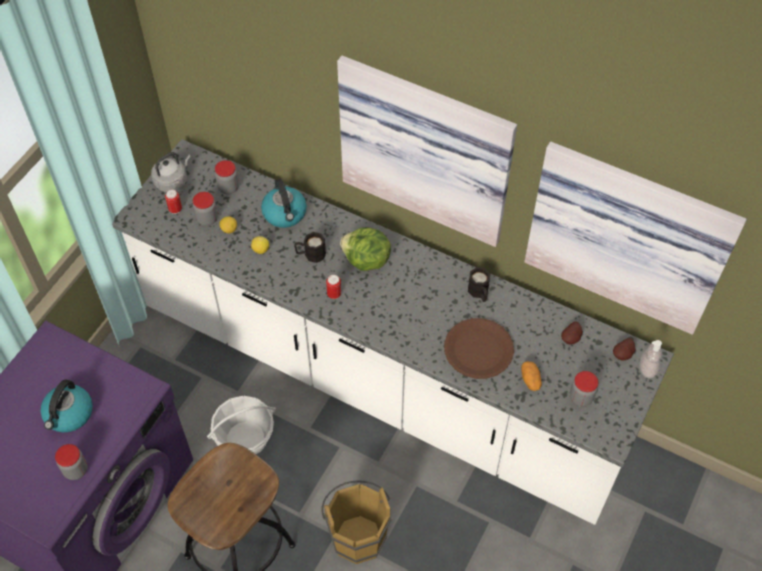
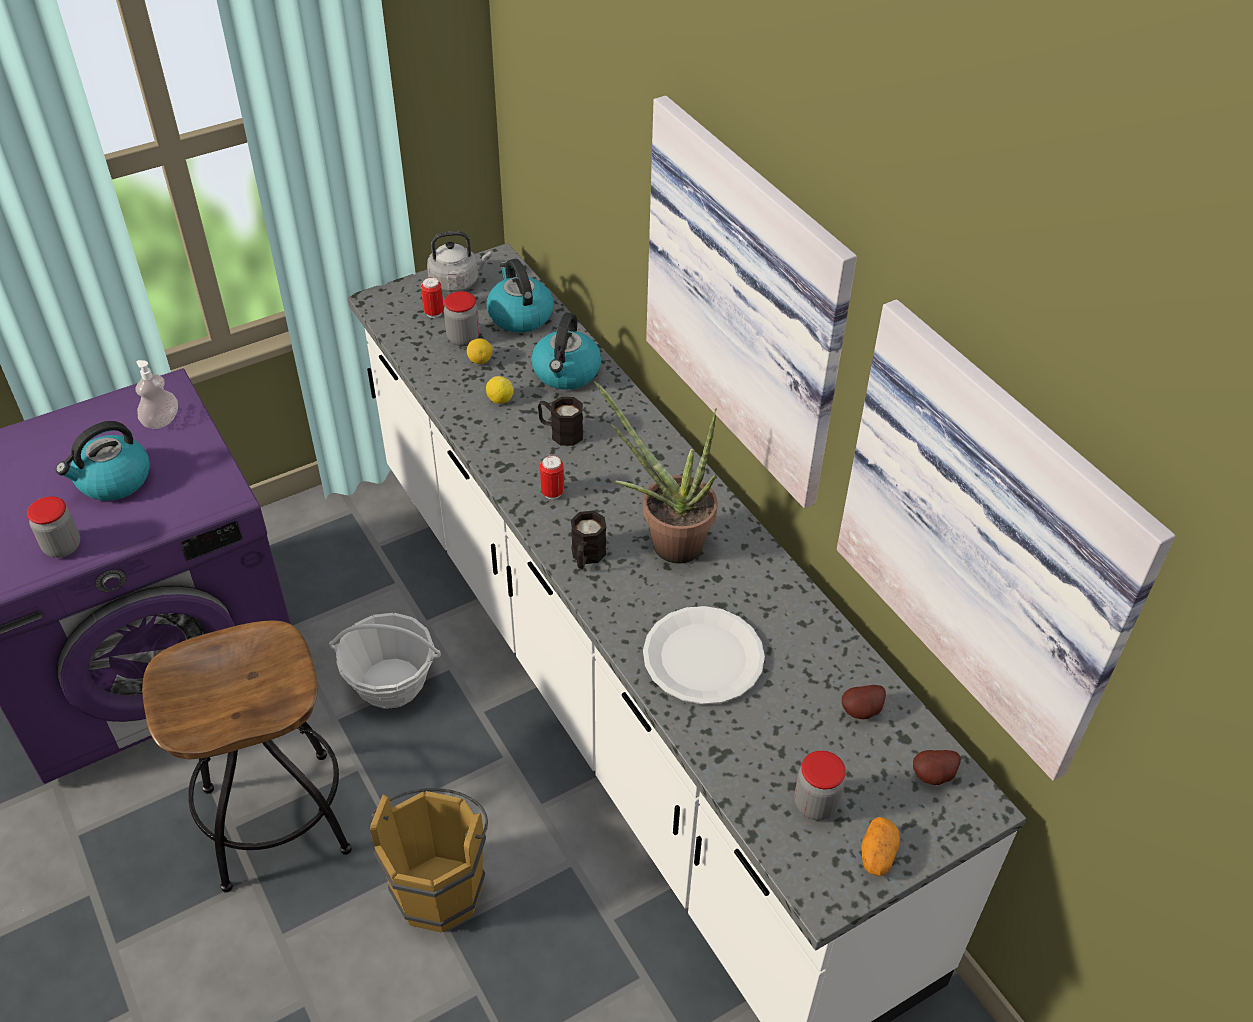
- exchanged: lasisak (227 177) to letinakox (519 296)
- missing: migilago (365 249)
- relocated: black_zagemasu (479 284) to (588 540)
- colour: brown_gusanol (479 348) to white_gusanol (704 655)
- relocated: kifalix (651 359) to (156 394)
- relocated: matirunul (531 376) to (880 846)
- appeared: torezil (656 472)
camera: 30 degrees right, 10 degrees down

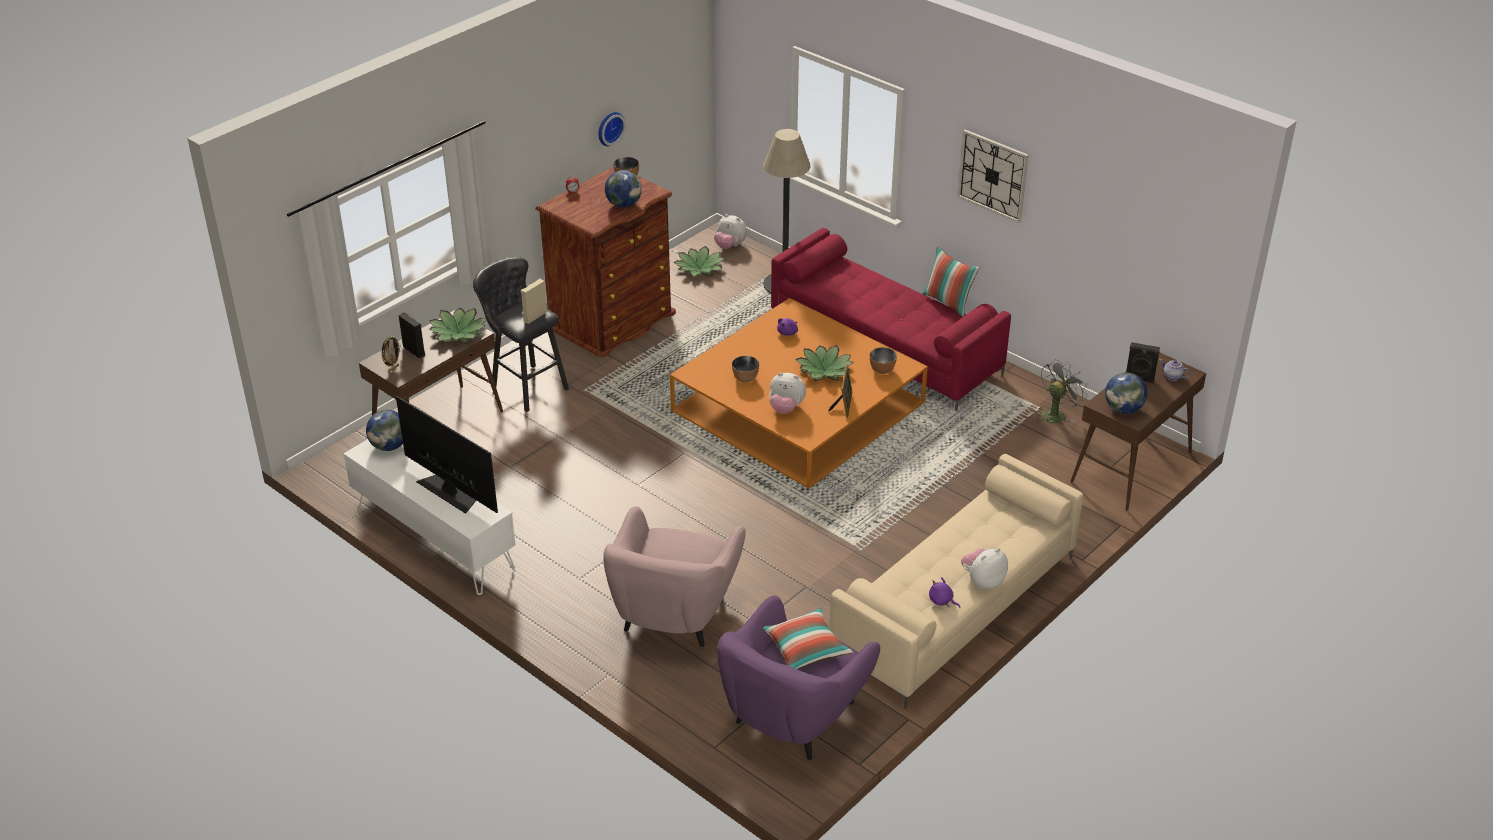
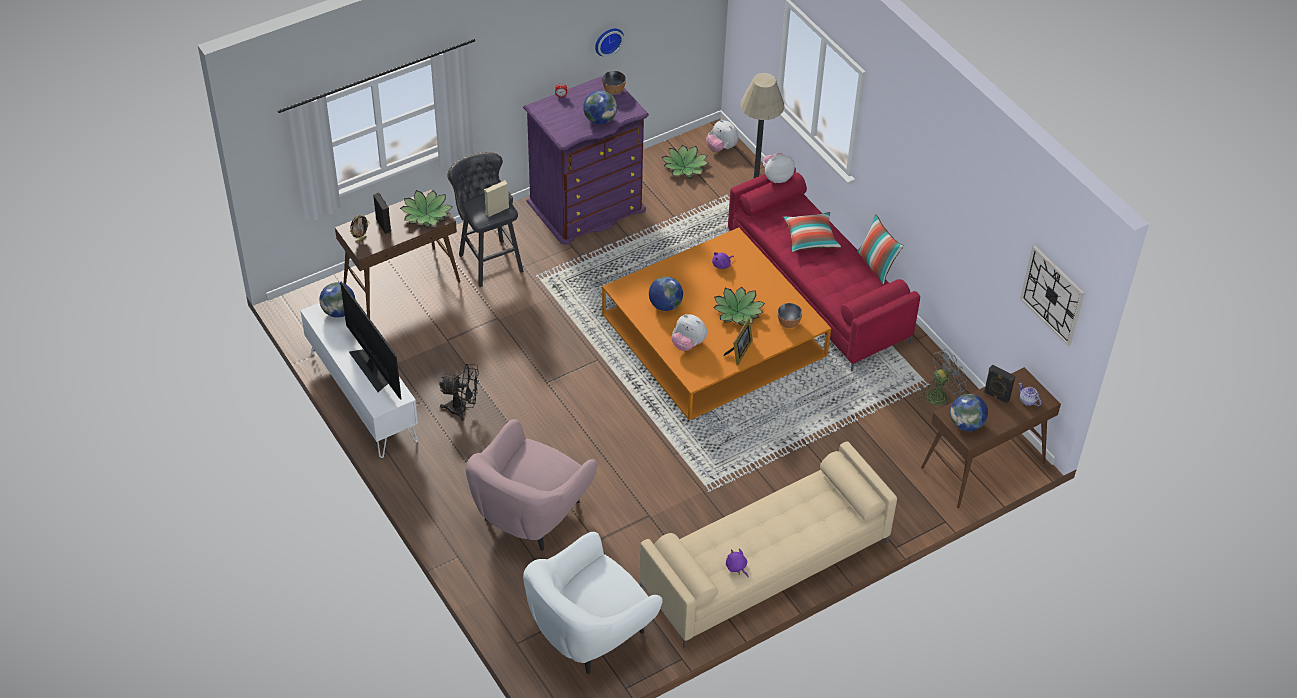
- relocated: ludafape (992 176) to (1052 296)
- colour: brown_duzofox (605 261) to purple_duzofox (586 160)
- exchanged: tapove (745 369) to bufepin (666 294)
- relocated: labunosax (984 568) to (779 168)
- colour: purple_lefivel (798 678) to white_lefivel (593 603)
- relocated: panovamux (807 638) to (812 232)
- appeared: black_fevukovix (459 392)
camera: 15 degrees right, 10 degrees up

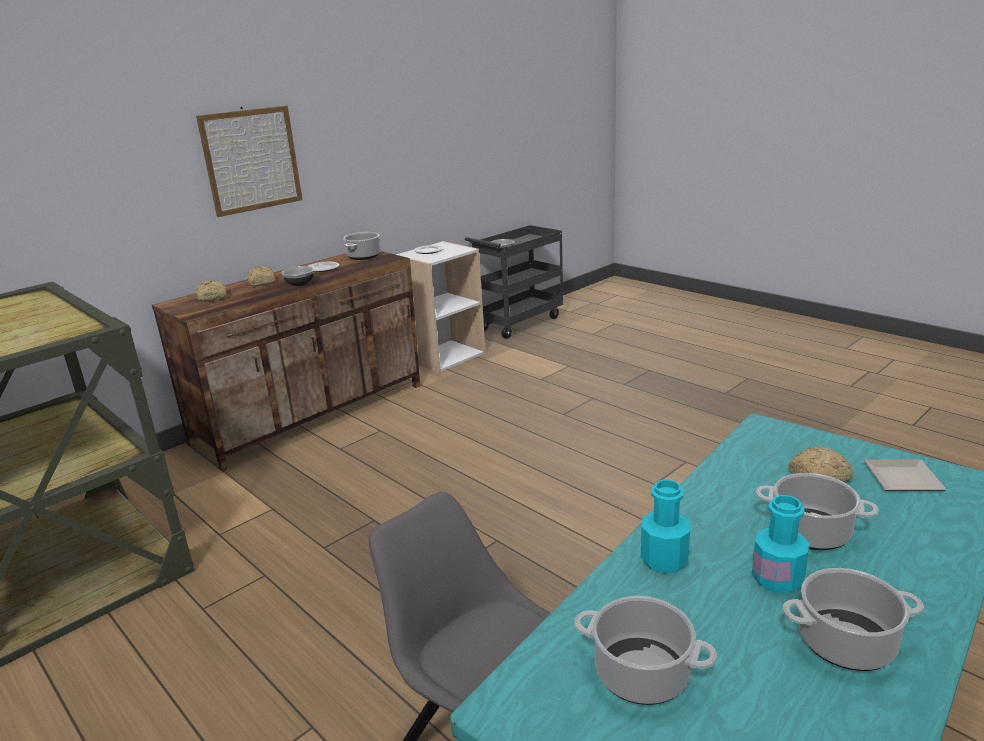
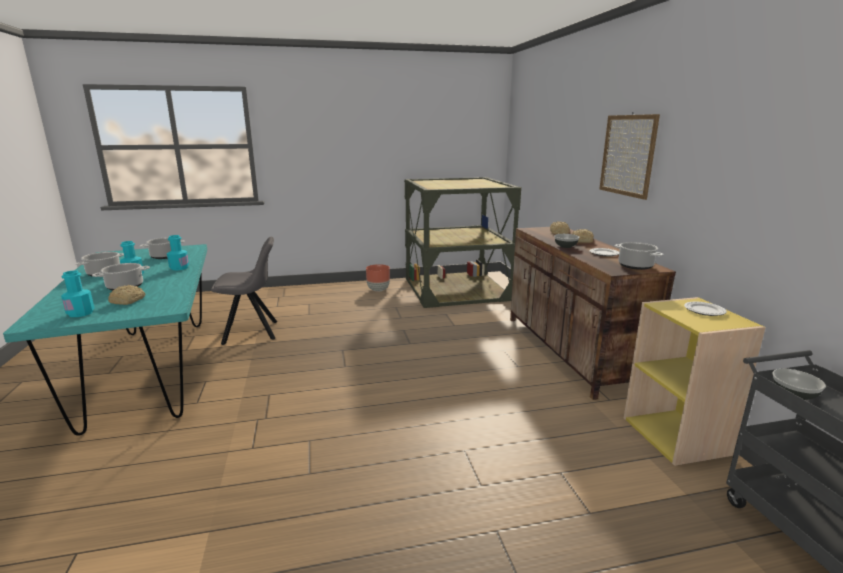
- colour: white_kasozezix (441 307) to yellow_kasozezix (695 381)
- exchanged: gusanol (905 475) to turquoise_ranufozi (77 294)
- appeared: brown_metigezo (378 278)
camera: 120 degrees right, 5 degrees down

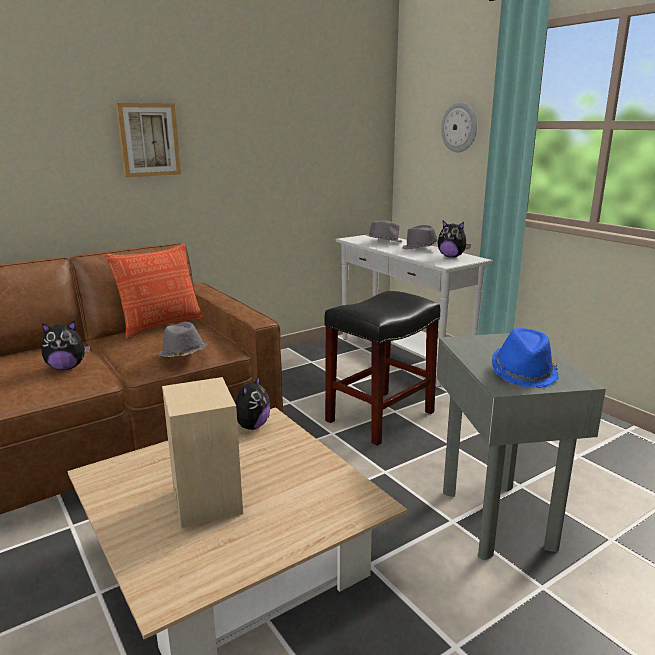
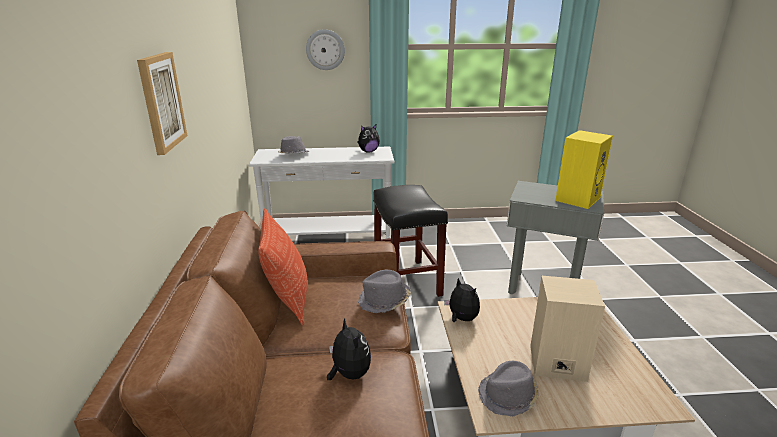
- relocated: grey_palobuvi (420 237) to (508 388)
- spun: labunosax (66 345) = (349 349) 45 degrees counterclockwise
- exchanged: blue_palobuvi (525 358) to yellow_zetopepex (584 169)
camera: 60 degrees left, 5 degrees up

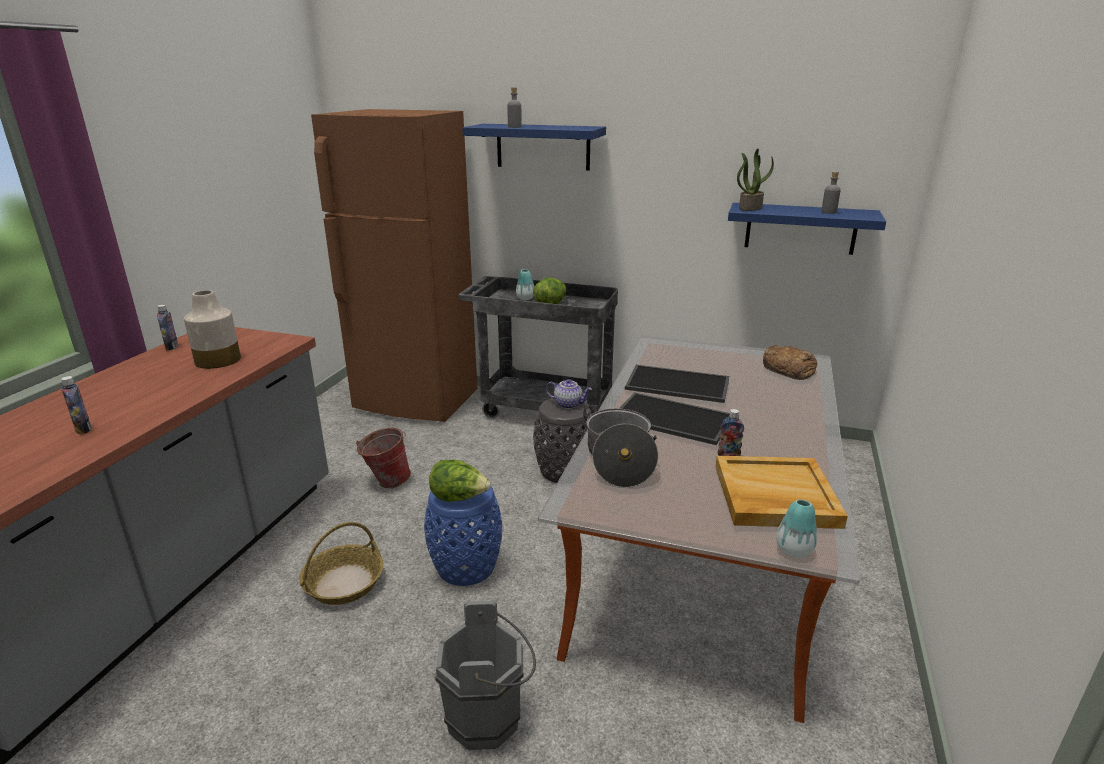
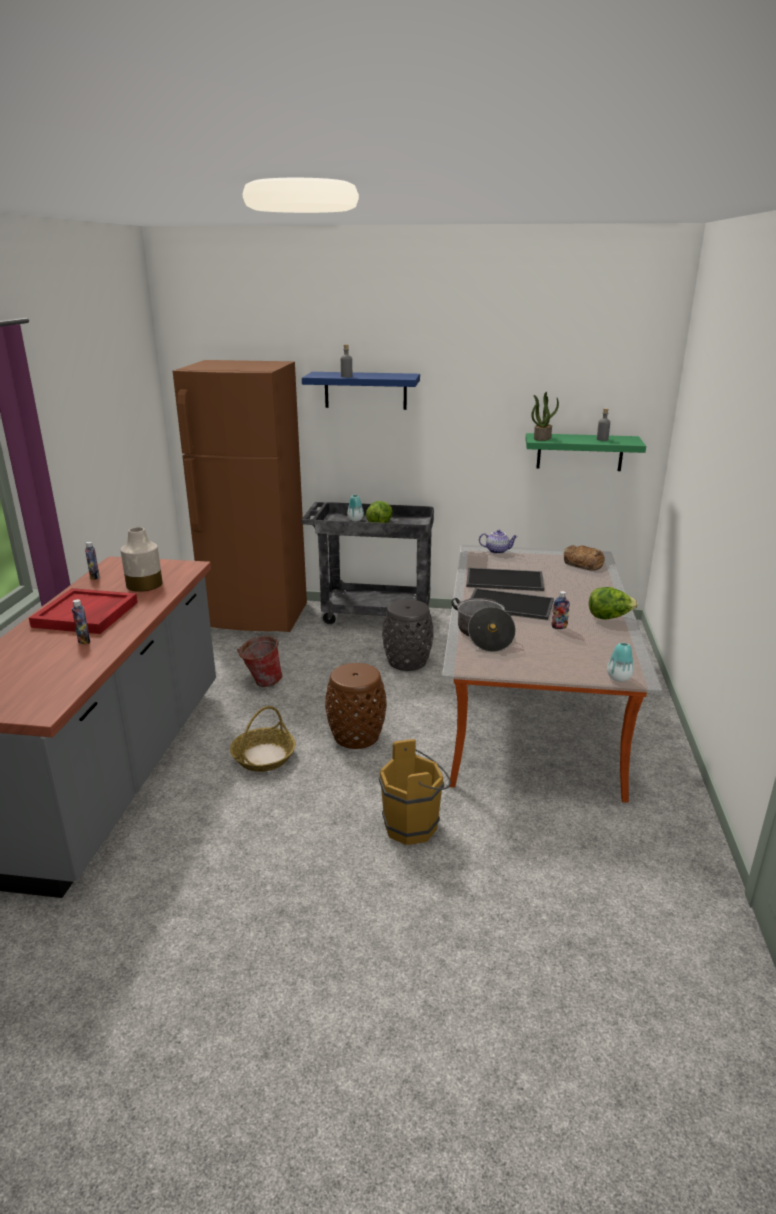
- colour: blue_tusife (807 229) to green_tusife (586 452)
- relocated: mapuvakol (569 394) to (498 542)
- missing: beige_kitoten (782 492)
- relocated: migilago (460 481) to (613 603)
- colour: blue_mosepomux (463 536) to brown_mosepomux (355 706)
- colour: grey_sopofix (485 675) to brown_sopofix (415 792)
- appeared: red_kitoten (83 611)
camera: 10 degrees left, 0 degrees up

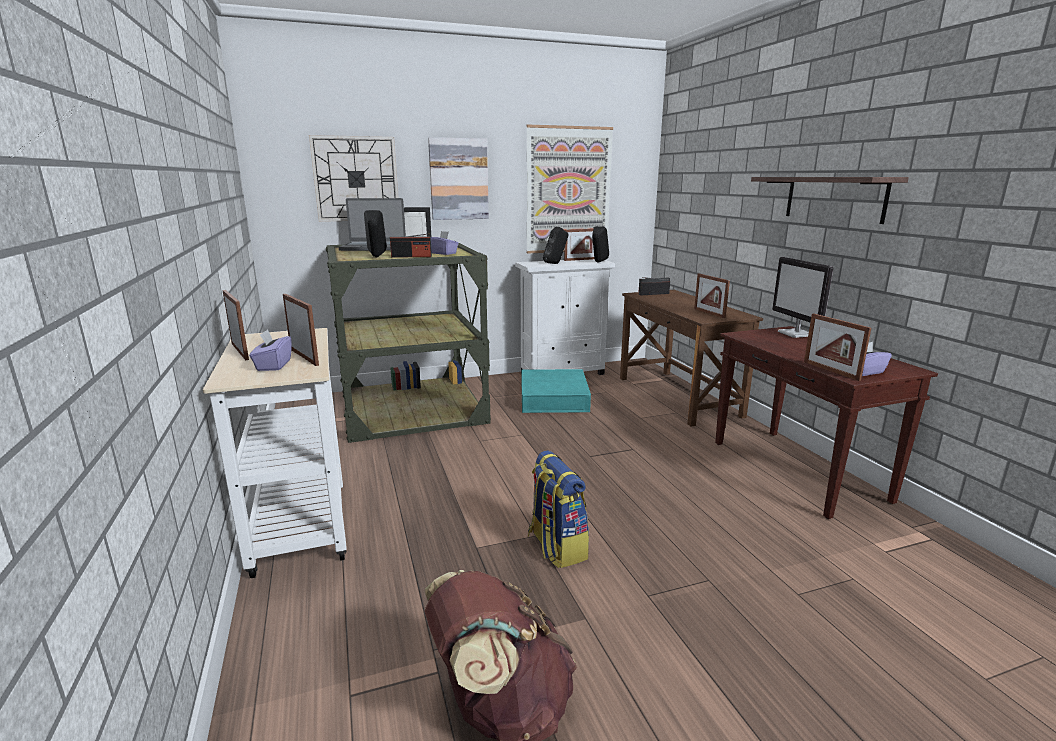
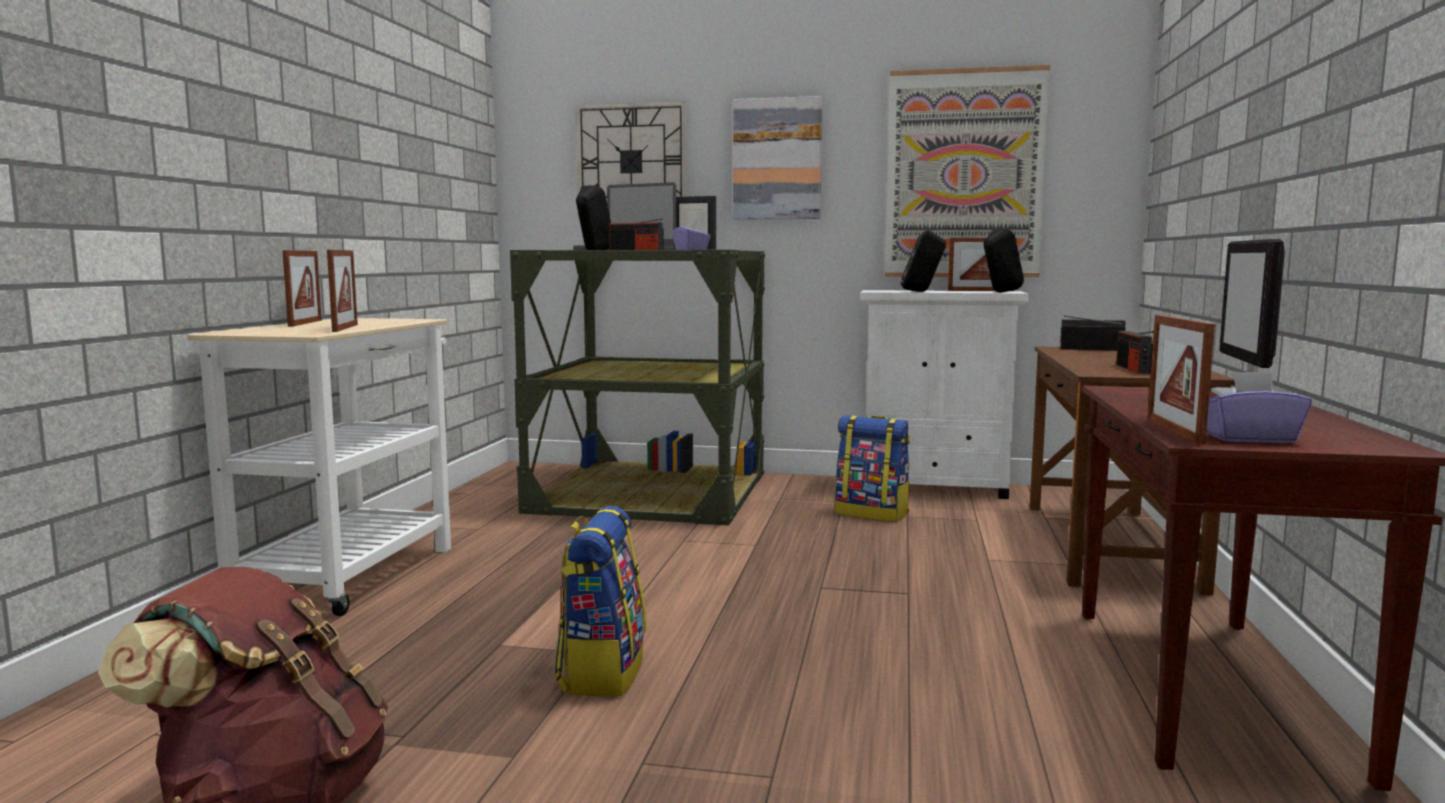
- missing: tusife (830 200)
- exchanged: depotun (712 296) to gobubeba (1135 352)
- missing: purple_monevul (270 350)
- exchanged: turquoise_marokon (556 391) to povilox (872 468)
camera: 30 degrees right, 10 degrees down

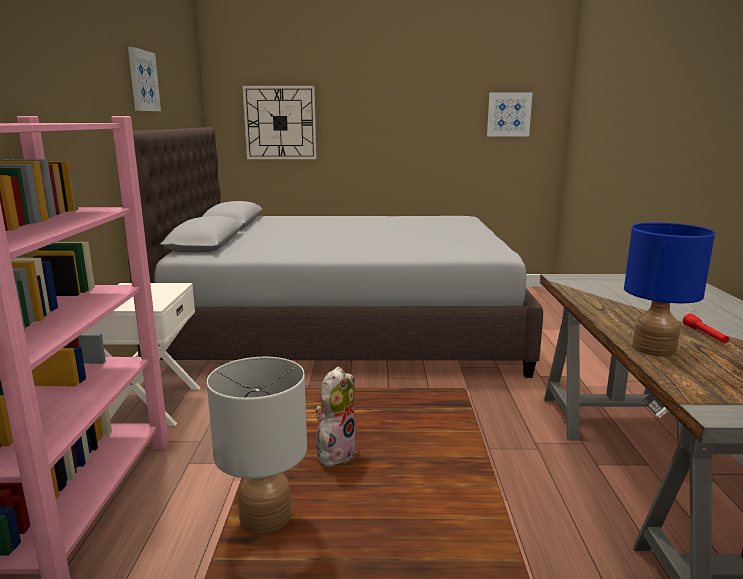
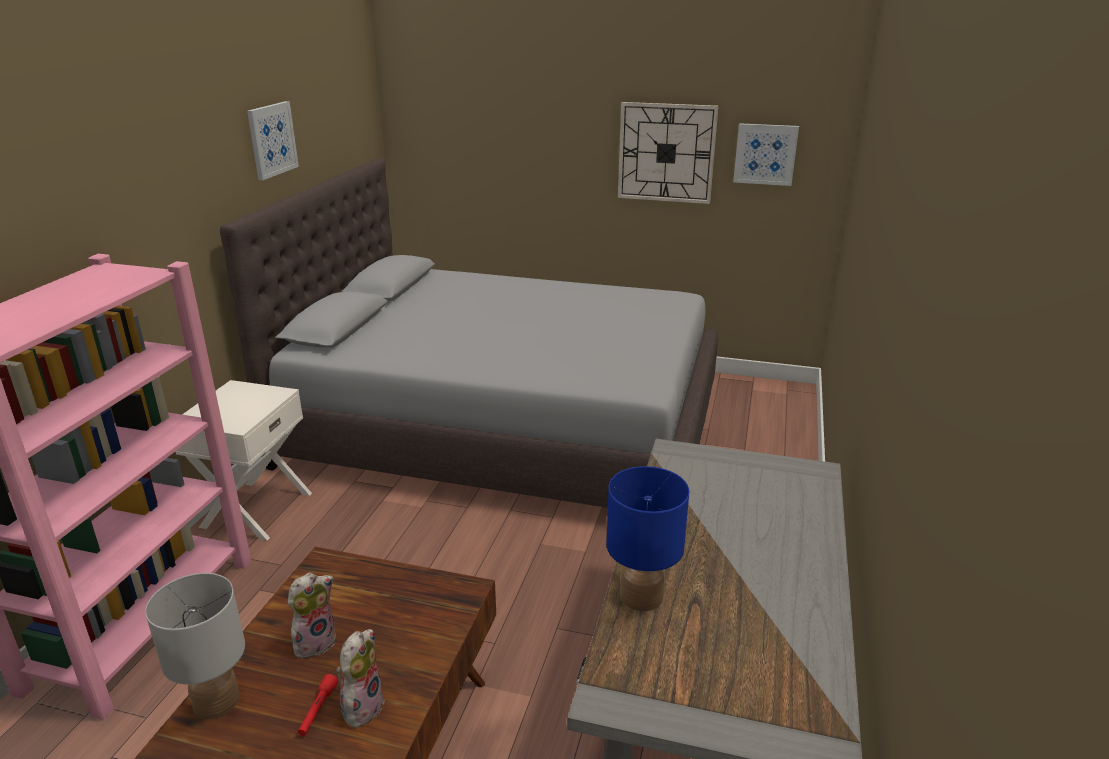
- relocated: ludafape (280 122) to (668 153)
- relocated: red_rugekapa (706 328) to (318 705)
- appeared: labunosax (360 680)
camera: 15 degrees right, 10 degrees up

